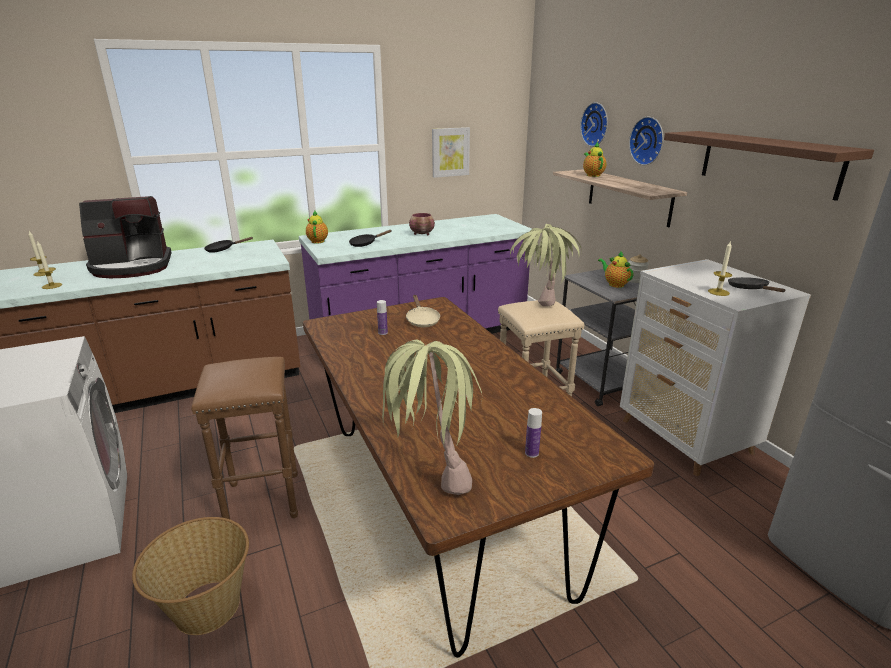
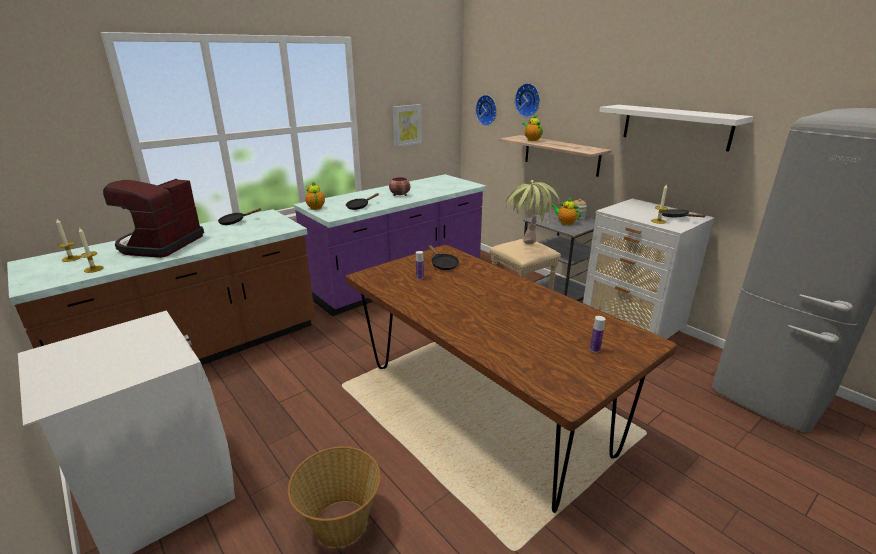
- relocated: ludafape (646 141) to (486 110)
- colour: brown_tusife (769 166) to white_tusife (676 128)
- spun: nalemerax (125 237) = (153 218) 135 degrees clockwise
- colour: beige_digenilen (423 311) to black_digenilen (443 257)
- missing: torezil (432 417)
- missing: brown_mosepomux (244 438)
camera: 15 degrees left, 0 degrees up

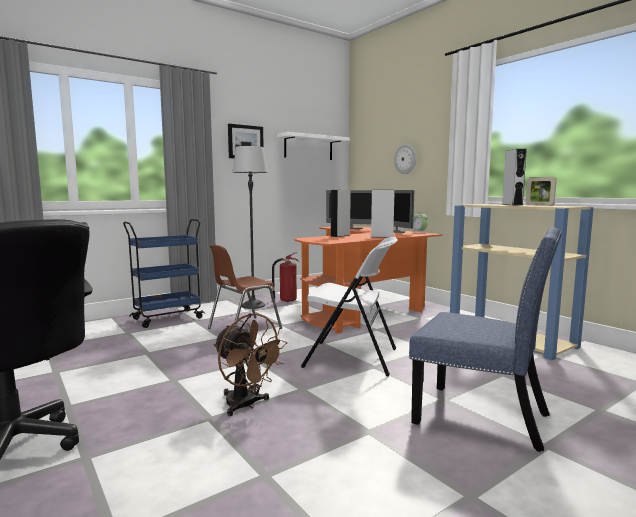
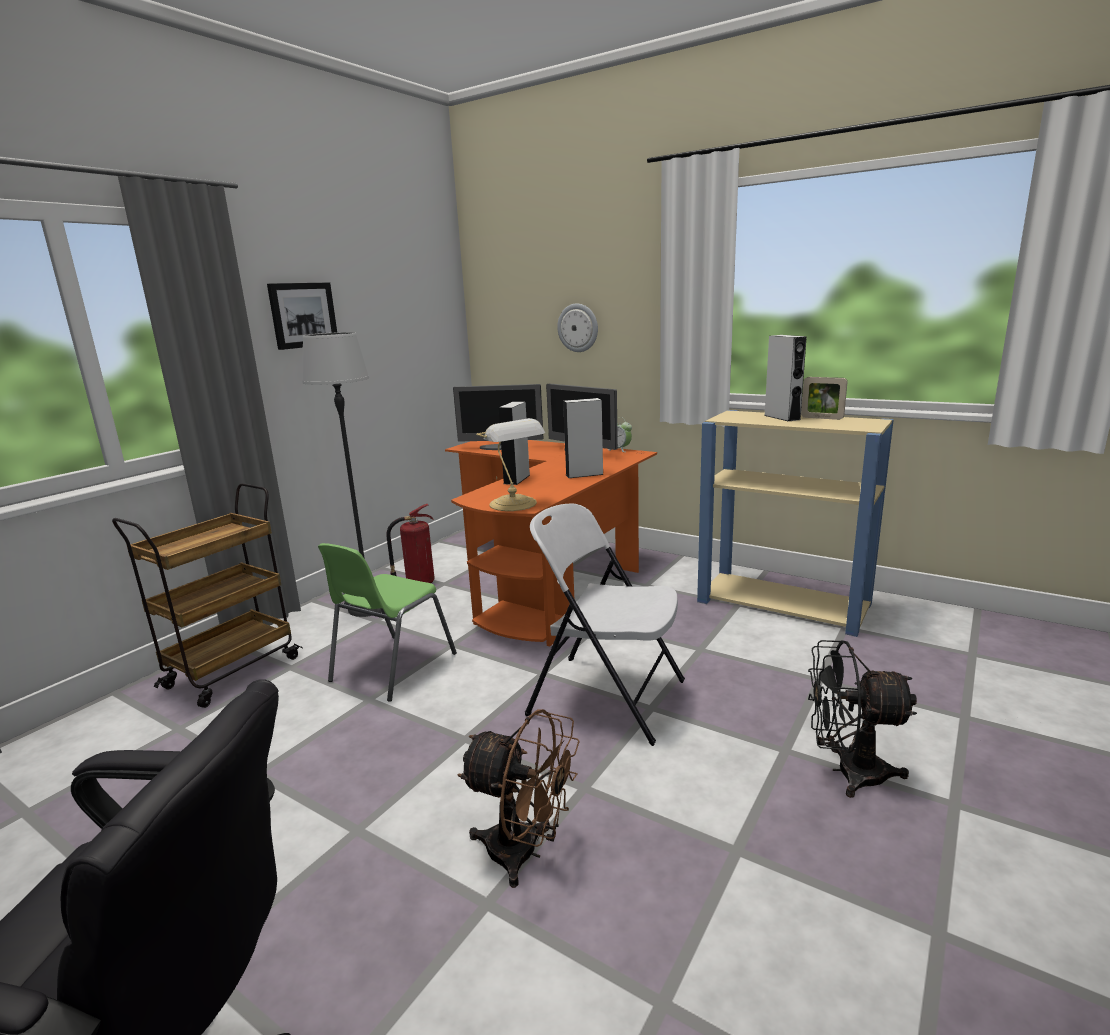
- missing: white_tusife (313 146)
- colour: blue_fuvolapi (164 273) to brown_fuvolapi (207 595)
- exchanged: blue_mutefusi (485 340) to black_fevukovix (862 719)
- spun: white_mutefusi (349 307) = (605 625) 150 degrees counterclockwise
- colour: brown_mutefusi (245 287) to green_mutefusi (387 622)
- appeared: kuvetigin (510 464)
camera: 20 degrees left, 10 degrees up

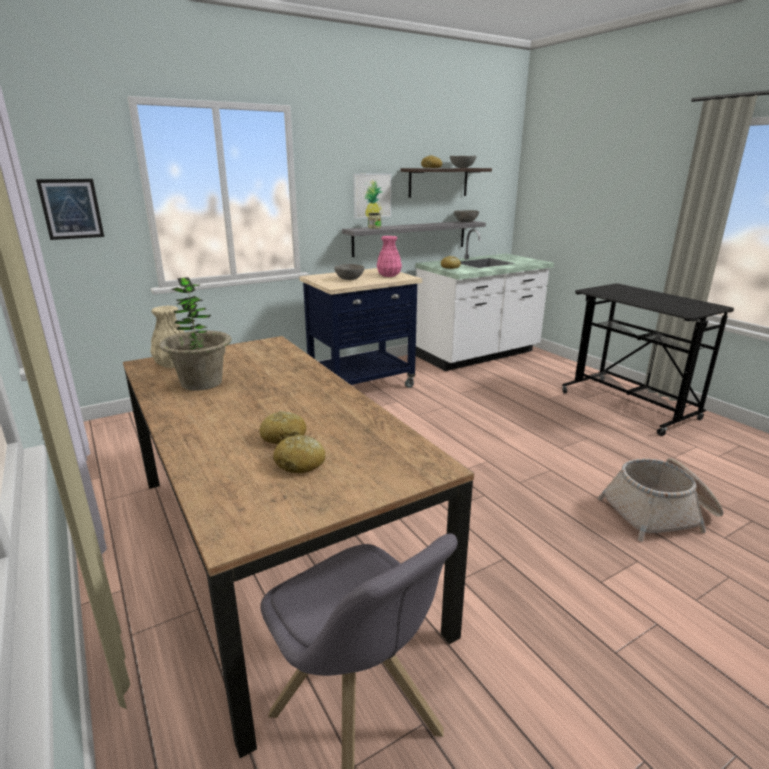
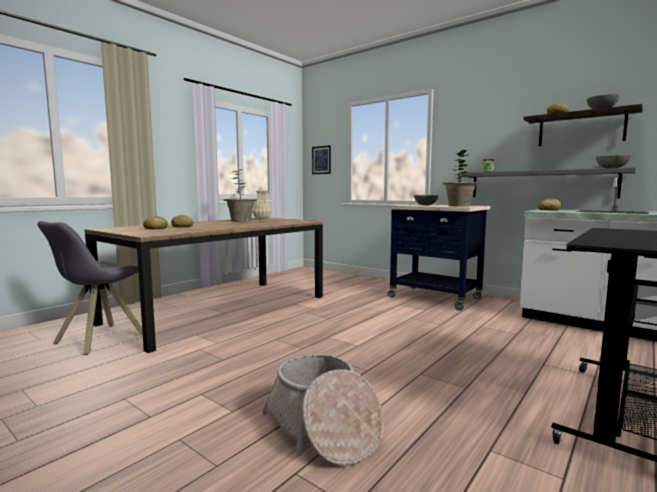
- missing: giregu (373 196)
- exchanged: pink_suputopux (389 256) to torezil (460 178)
camera: 70 degrees right, 15 degrees down

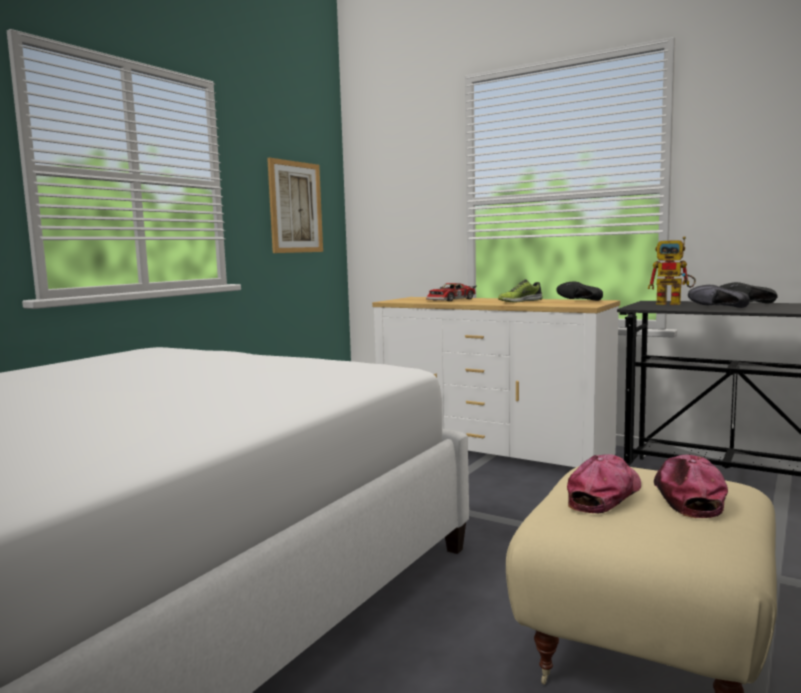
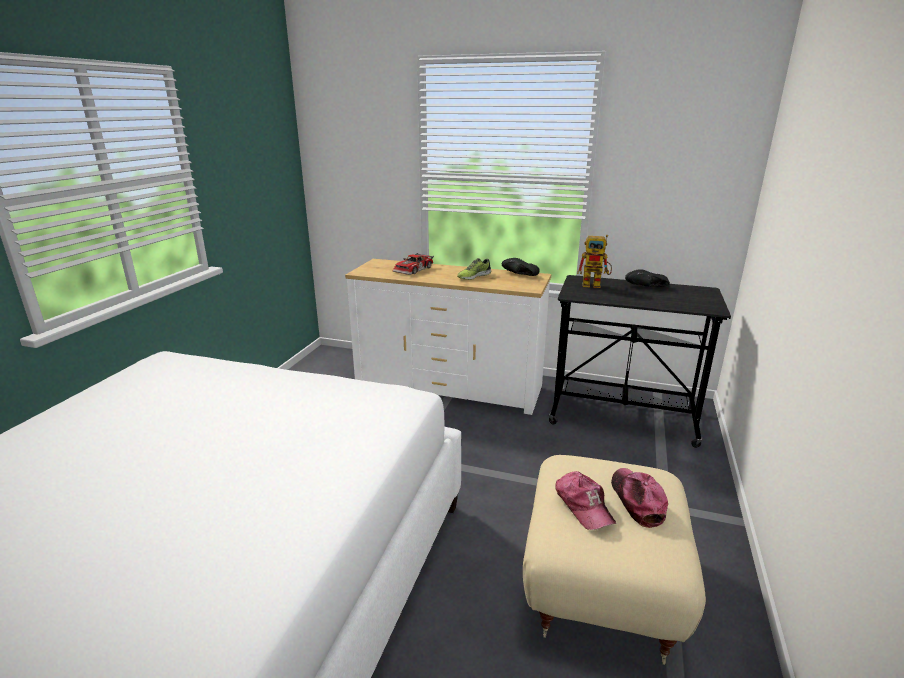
- missing: giregu (295 205)
- missing: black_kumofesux (719 296)
- spun: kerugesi (604 483) = (586 500) 135 degrees clockwise
camera: 15 degrees left, 15 degrees up

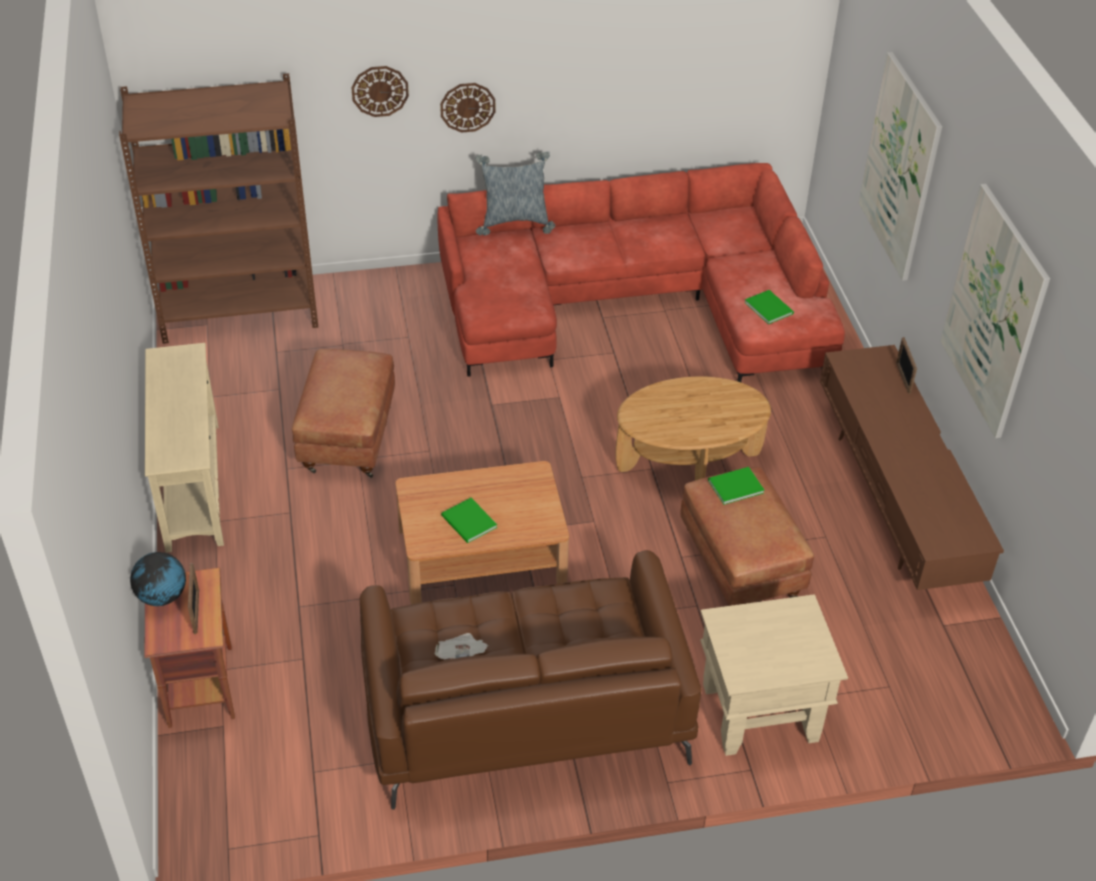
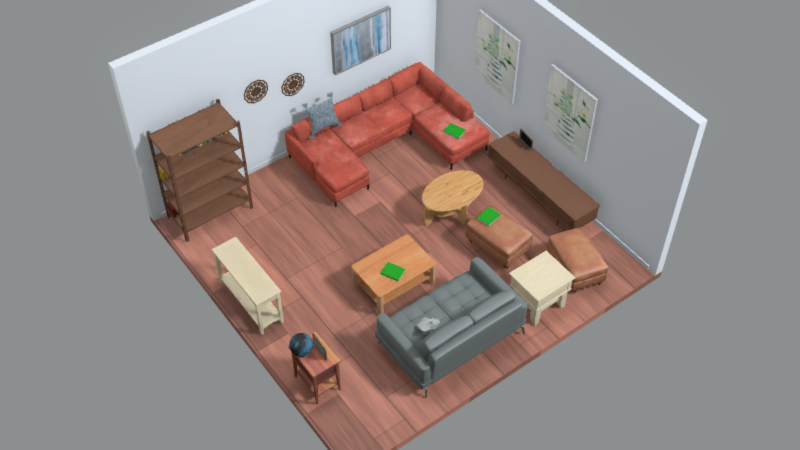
- relocated: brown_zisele (343 413) to (577 260)
- colour: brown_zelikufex (531 680) to grey_zelikufex (451 327)
- appeared: giregu (360 40)
camera: 25 degrees left, 5 degrees up

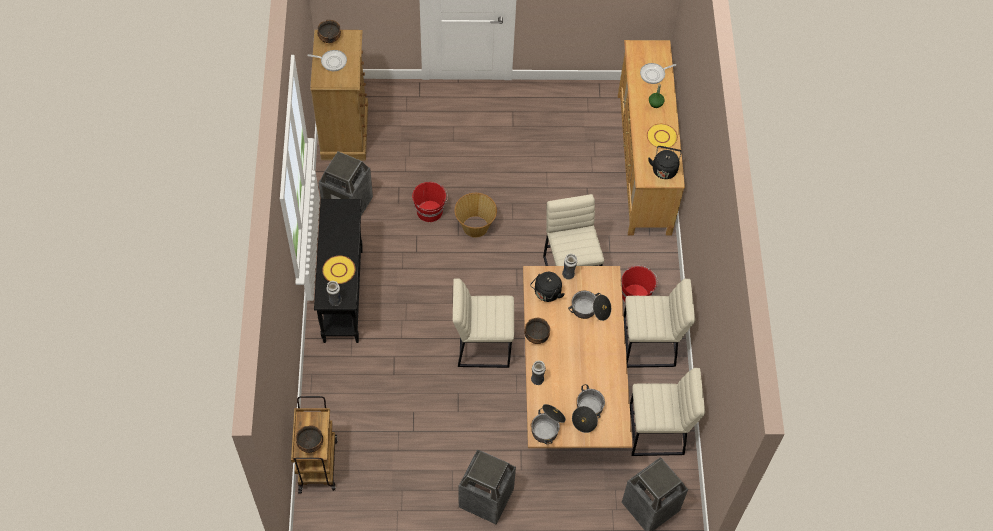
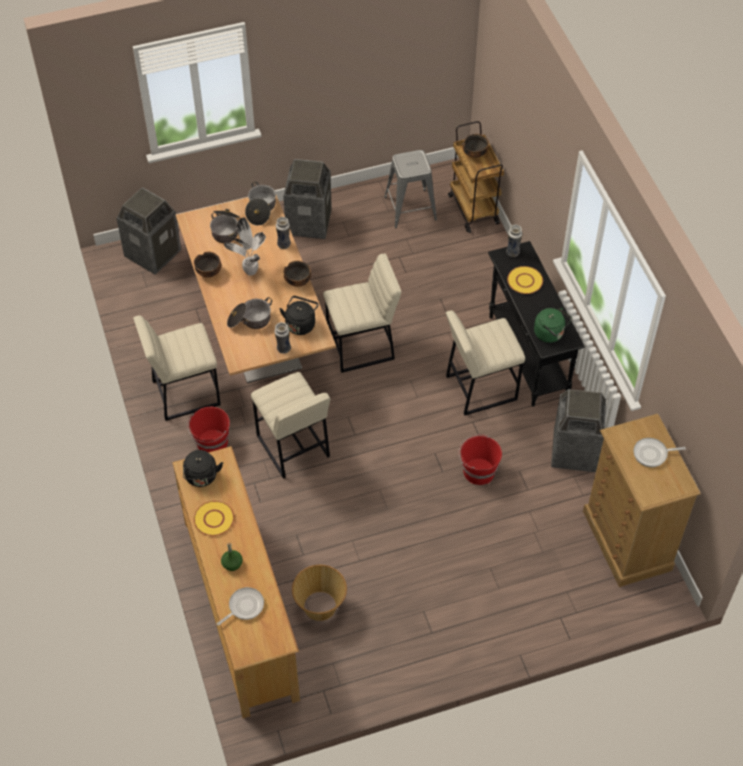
- relocated: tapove (329 31) to (208 265)
- relocated: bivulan (475 215) to (319 593)
- relocated: beige_mutefusi (667 412) to (485 363)
- appeared: grey_mosepomux (410 189)
- appeared: torezil (245 246)
- appeared: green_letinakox (553 325)
camera: 165 degrees right, 5 degrees down

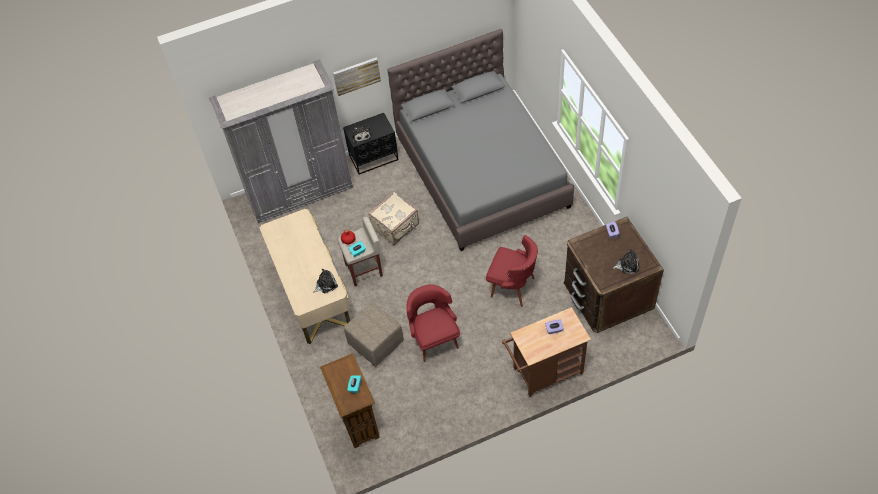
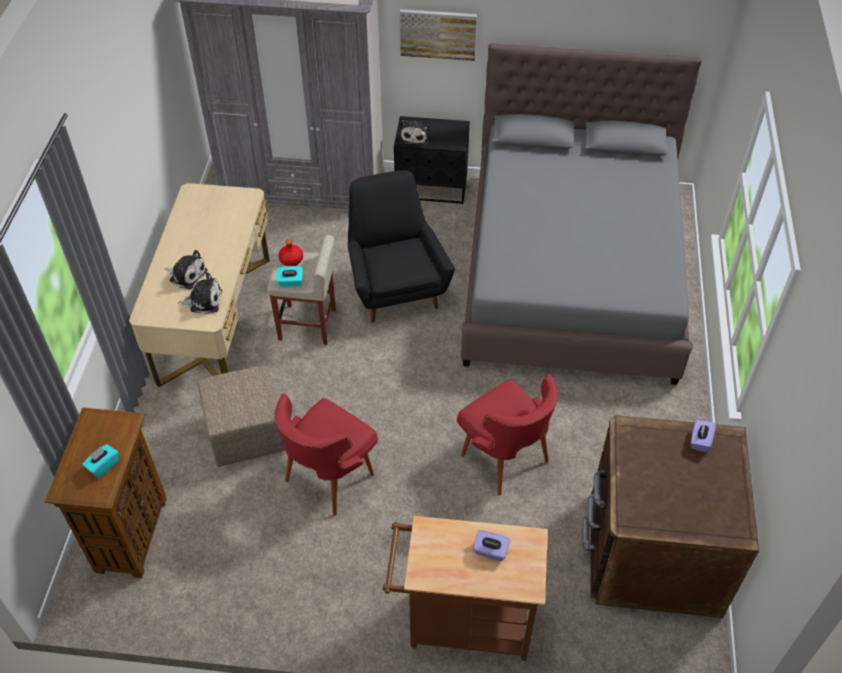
- exchanged: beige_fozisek (393 218) to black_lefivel (401 246)
- relocated: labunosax (626 261) to (185 269)
- spun: red_mutefusi (433 323) = (326 454) 150 degrees counterclockwise
camera: 25 degrees right, 5 degrees down

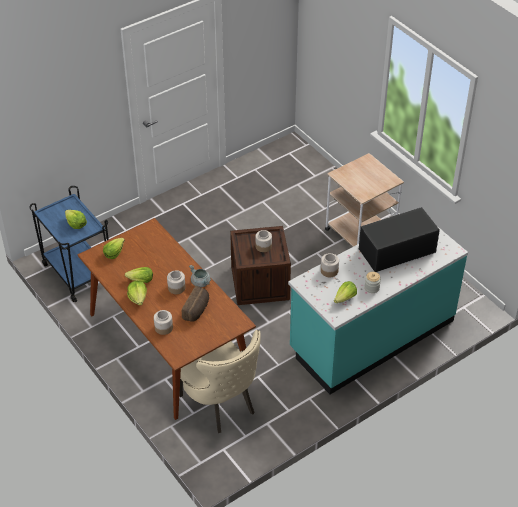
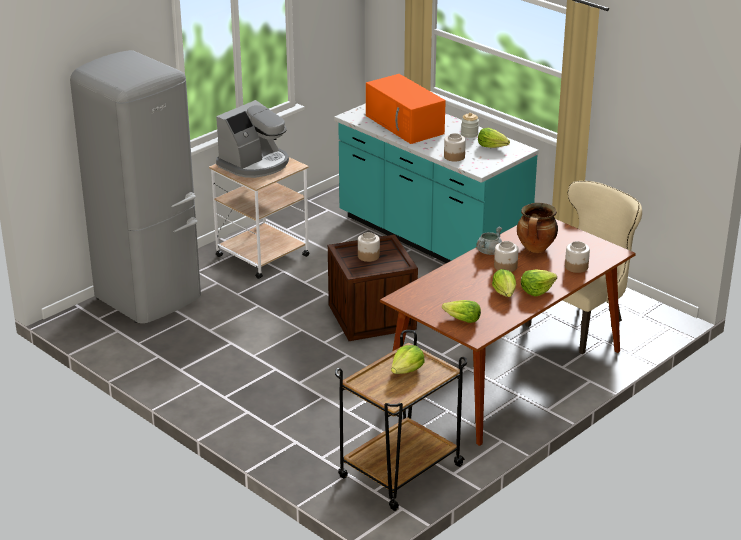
- colour: blue_fuvolapi (69 244) to brown_fuvolapi (401 420)
- colour: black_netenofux (399 239) to orange_netenofux (406 109)
- exchanged: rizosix (195 304) to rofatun (537 228)
- appeared: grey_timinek (135 186)
- appeared: nalemerax (252 139)
camera: 100 degrees left, 15 degrees down

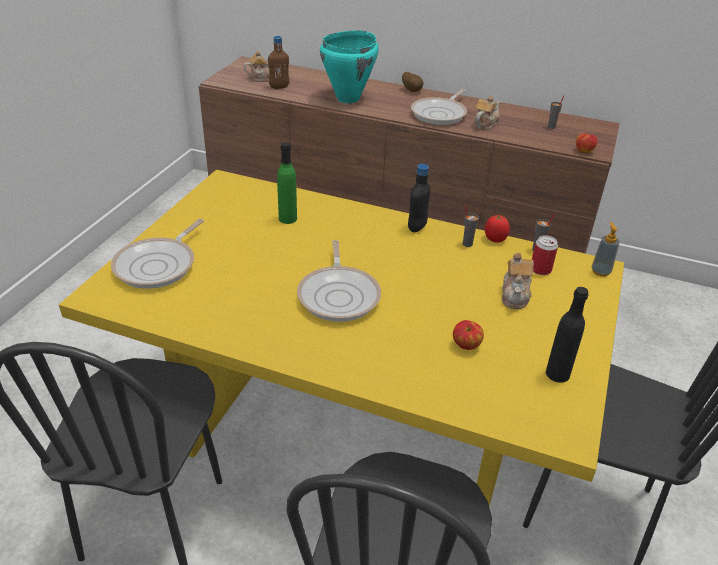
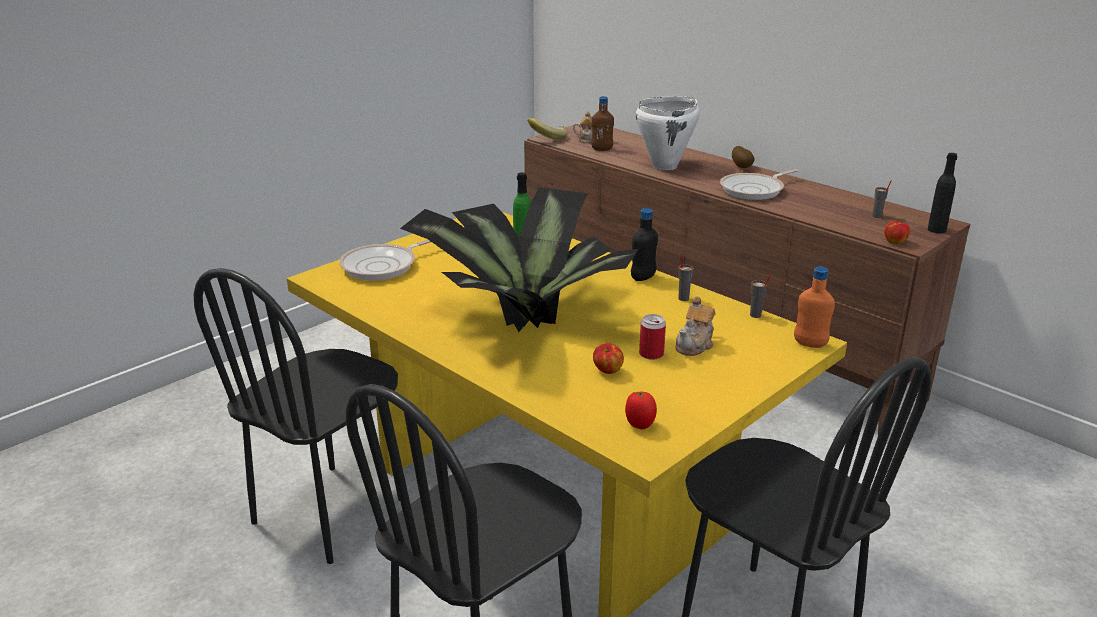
- colour: turquoise_rofatun (349 66) to white_rofatun (668 133)
- missing: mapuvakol (487 113)
- relocated: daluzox (497 229) to (641 410)
- exchanged: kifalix (605 249) to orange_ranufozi (814 307)
- relocated: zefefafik (545 255) to (652 337)
- exchanged: digenilen (339 281) to torezil (519 259)
- relocated: black_ranufozi (567 335) to (942 193)
- appeared: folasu (547 129)
camera: 25 degrees right, 10 degrees down

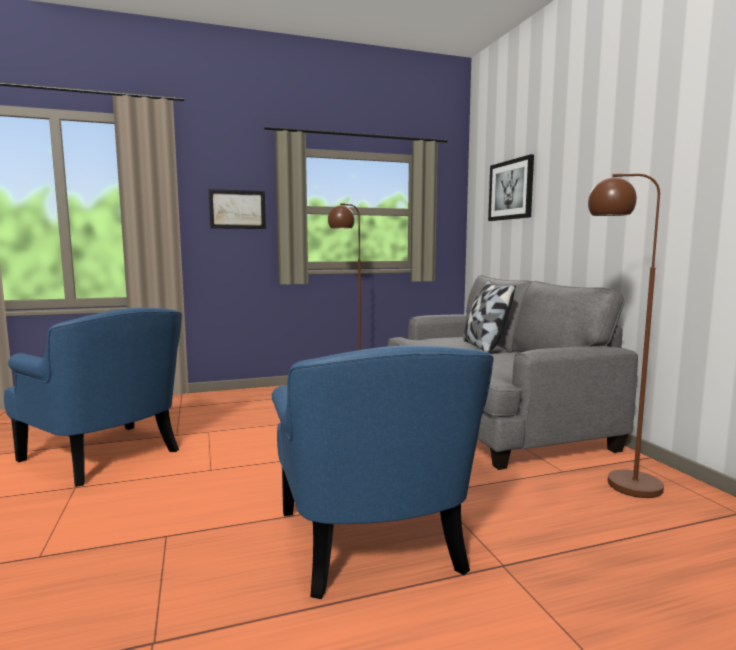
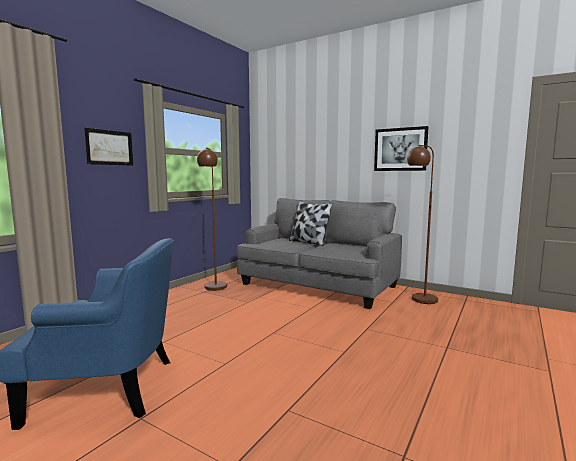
- relocated: giregu (511 187) to (401 148)
- missing: blue_lefivel (382 472)
camera: 40 degrees left, 0 degrees up

